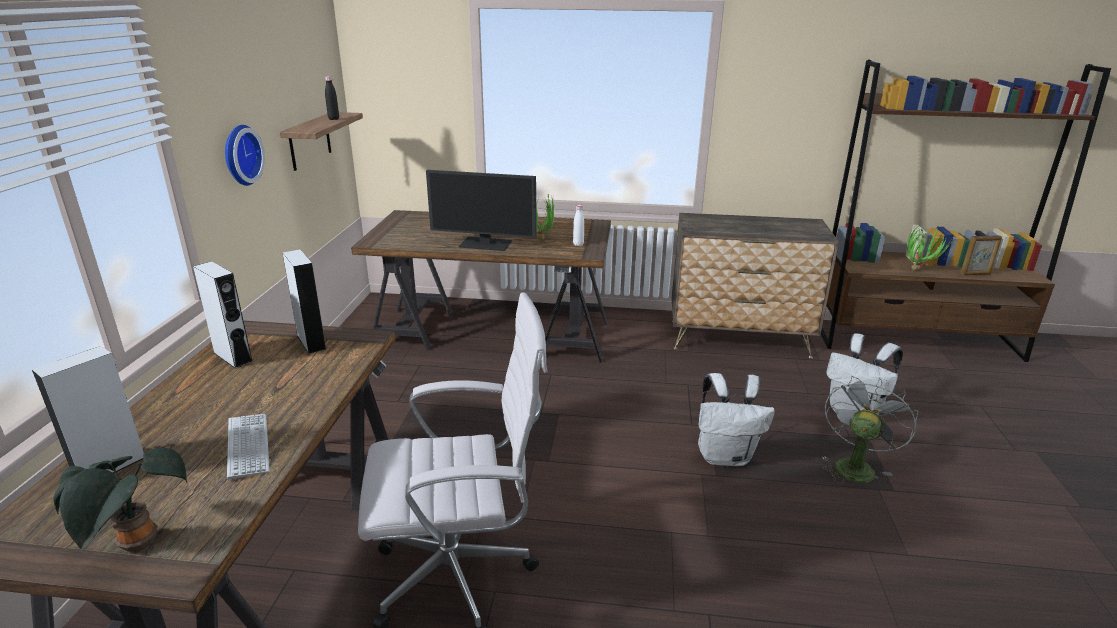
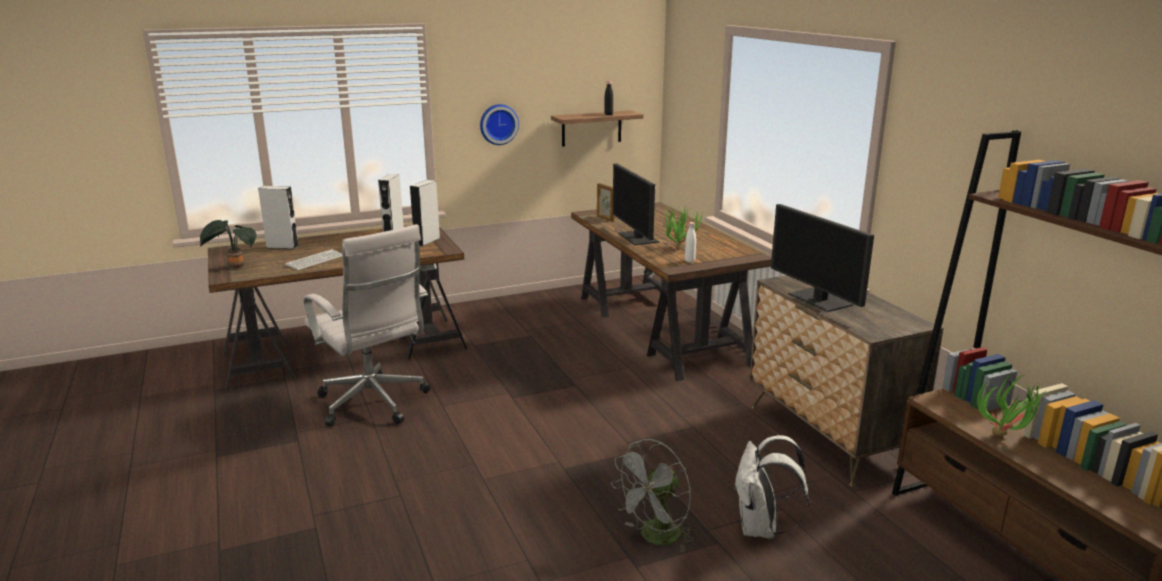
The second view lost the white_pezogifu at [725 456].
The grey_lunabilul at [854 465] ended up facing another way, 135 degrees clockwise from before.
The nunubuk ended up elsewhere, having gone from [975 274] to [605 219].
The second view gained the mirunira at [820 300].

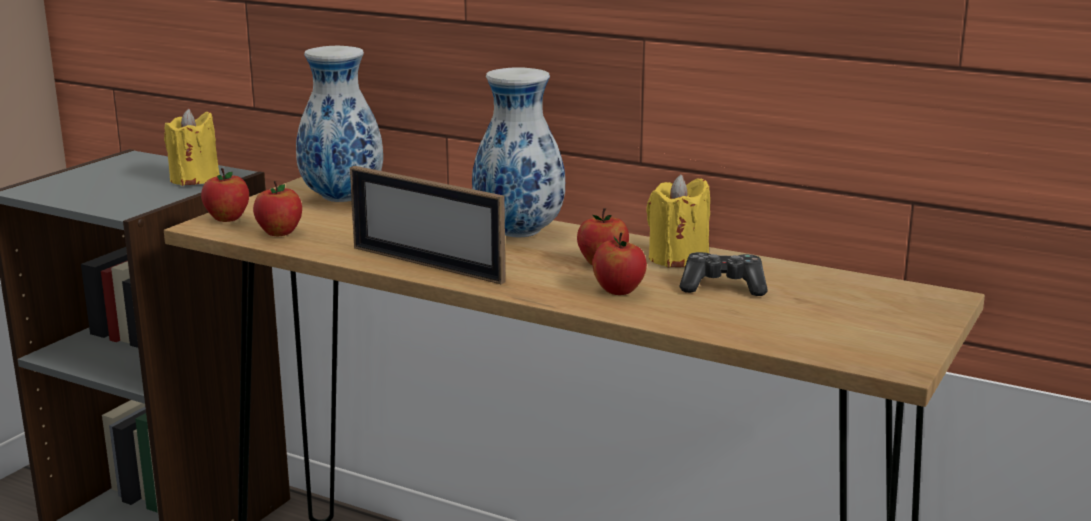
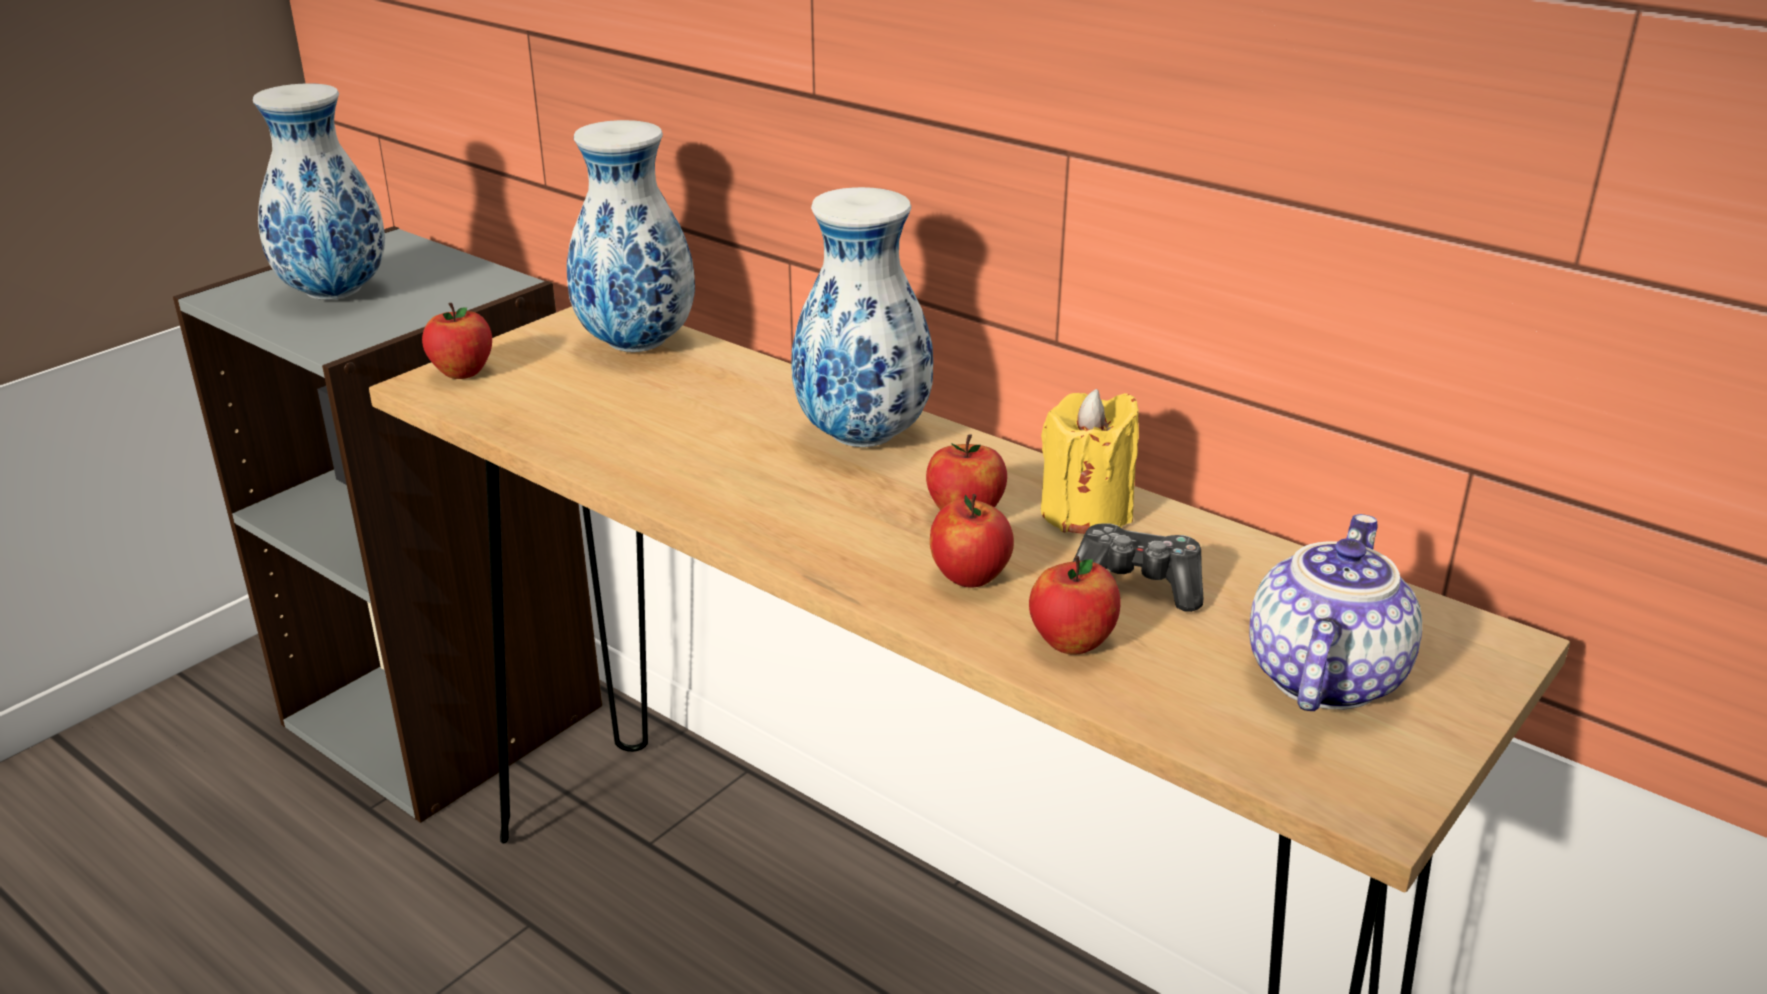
The second view lost the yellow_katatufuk at [195 179].
The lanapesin ended up elsewhere, having gone from [279 233] to [1071 643].
The second view lost the nunubuk at [427 264].
The second view gained the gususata at [333 295].
The second view gained the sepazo at [1320 676].

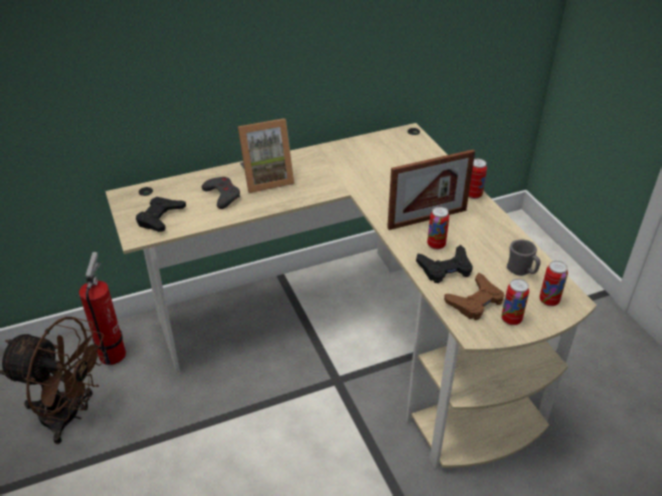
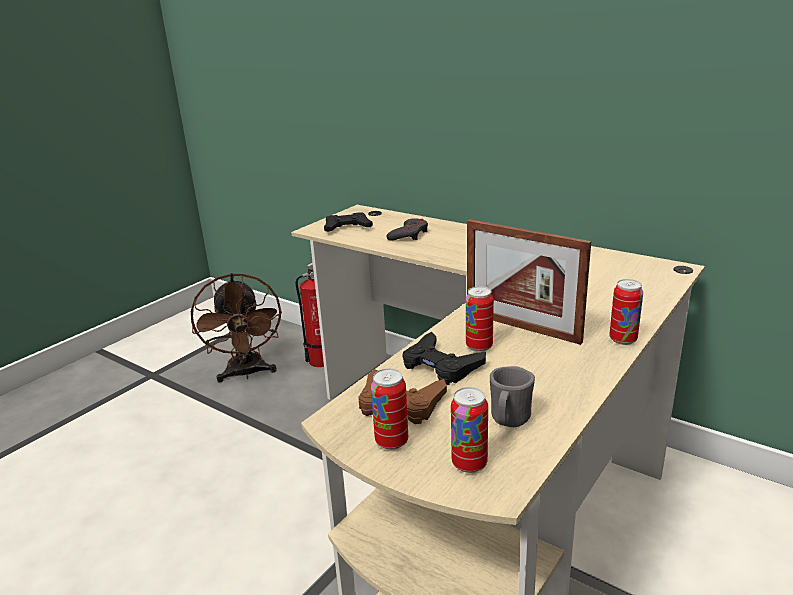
The second view lost the nunubuk at [266 179].

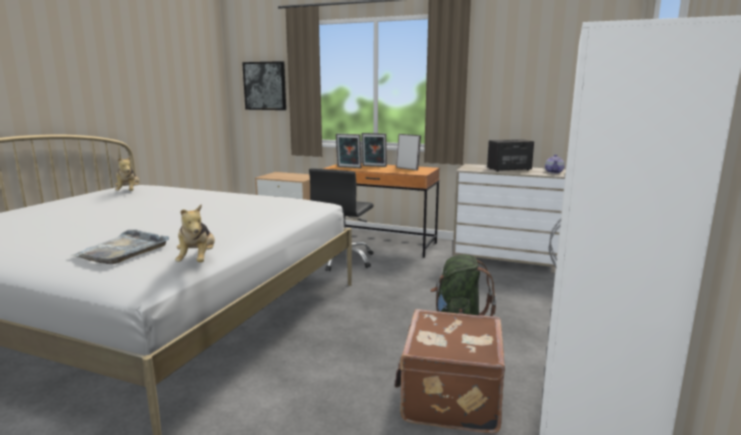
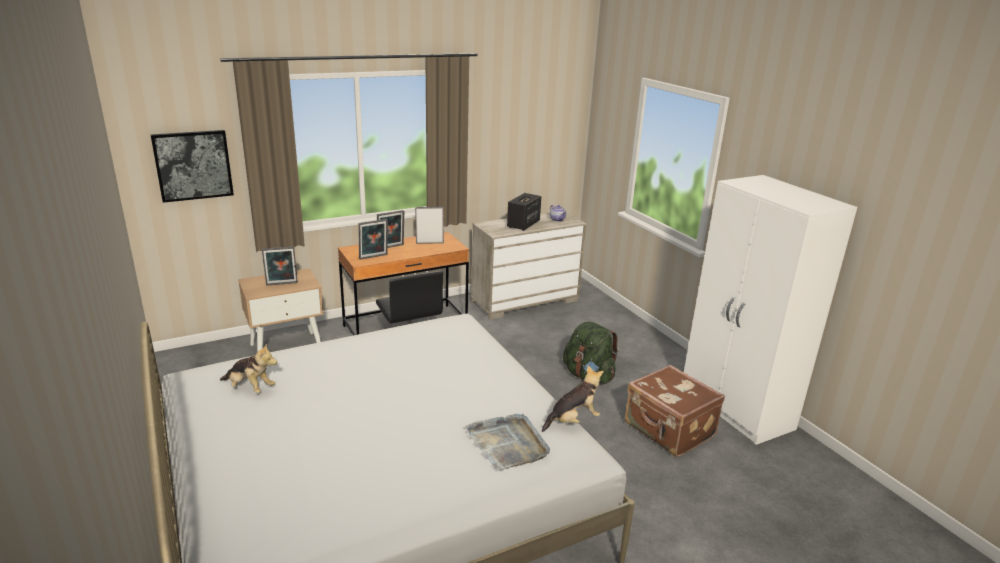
The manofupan at [198 261] ended up facing another way, 60 degrees counterclockwise from before.
The second view gained the nunubuk at [282 284].

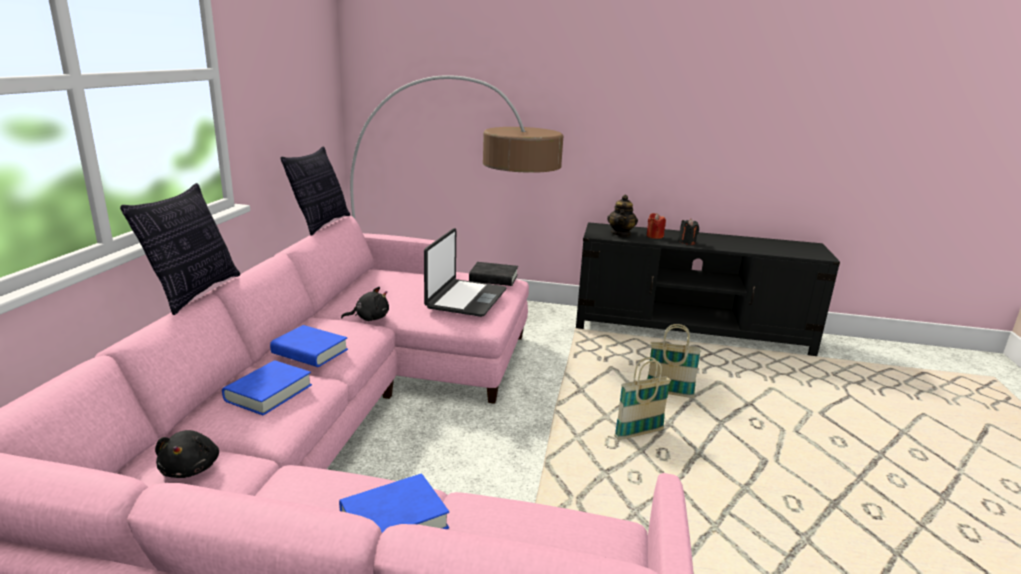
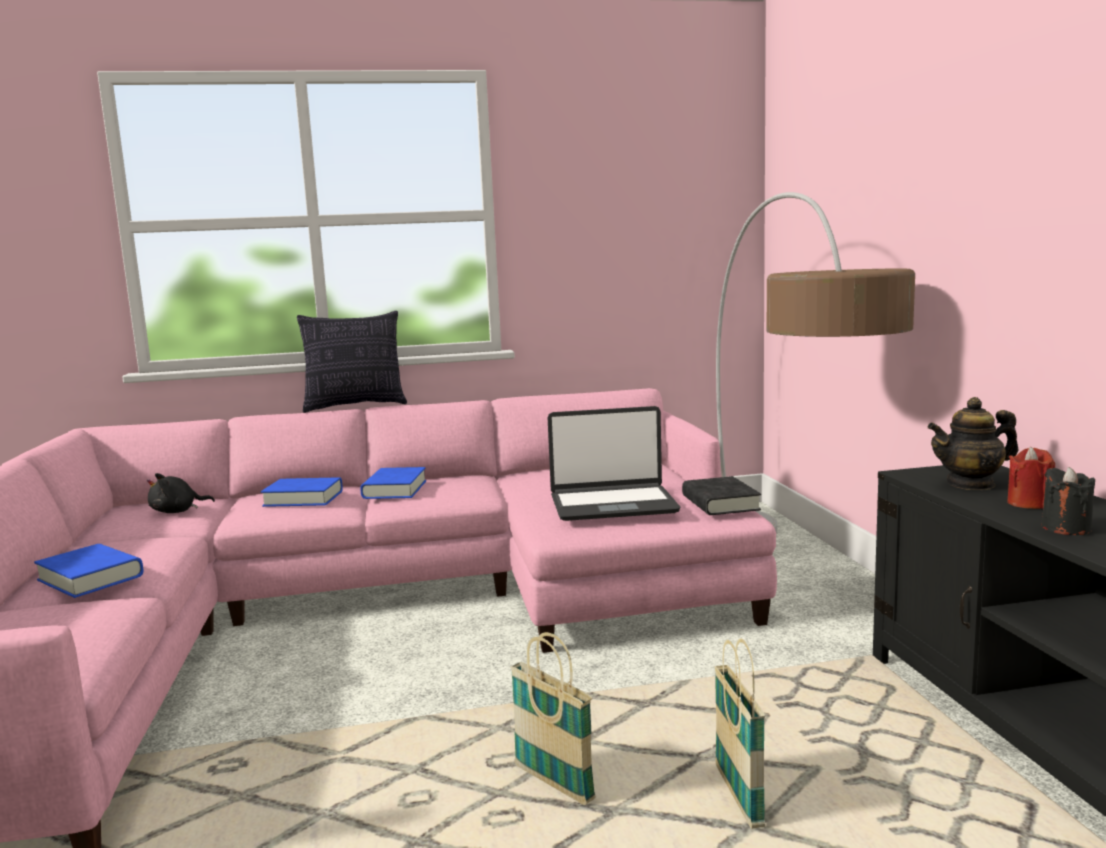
The second view lost the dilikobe at [321 224].
The second view lost the black_manofupan at [369 318].

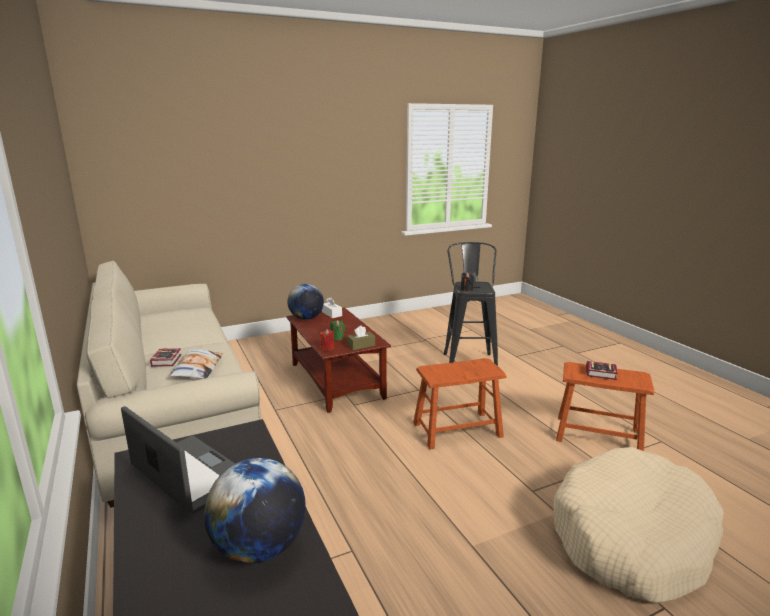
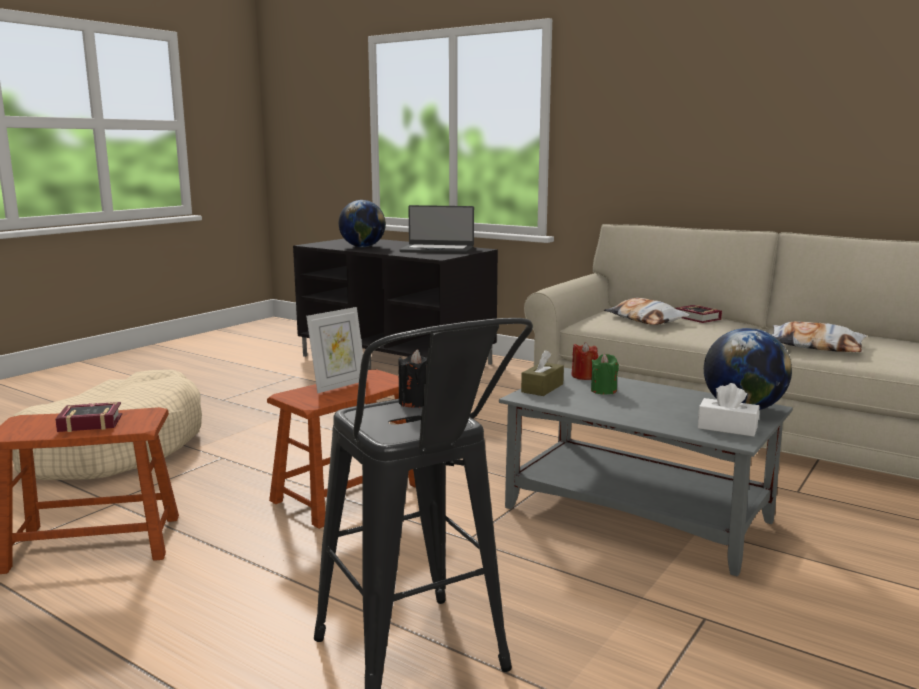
What was the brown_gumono at [335 380] turned into the grey_gumono at [639 514].
The second view gained the nunubuk at [338 385].
The second view gained the dilikobe at [815 346].

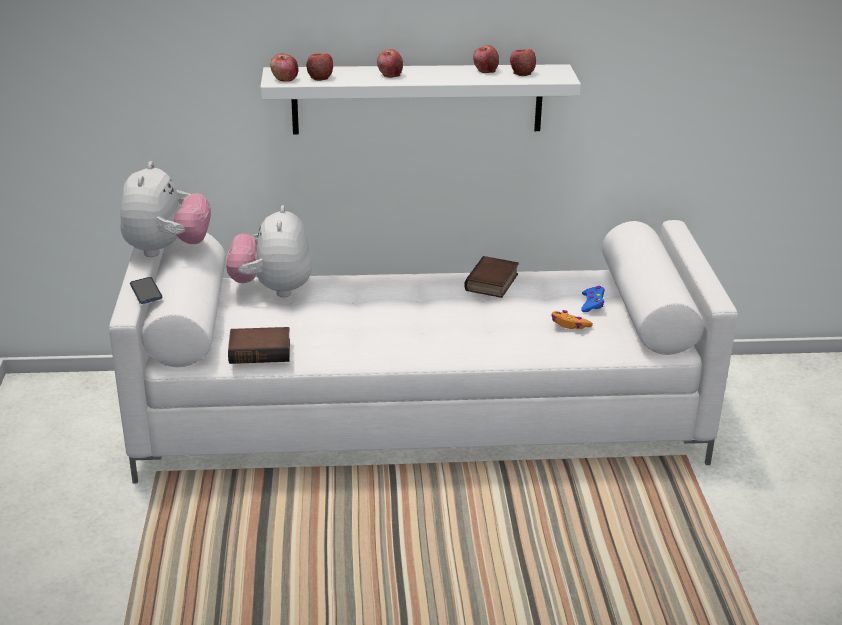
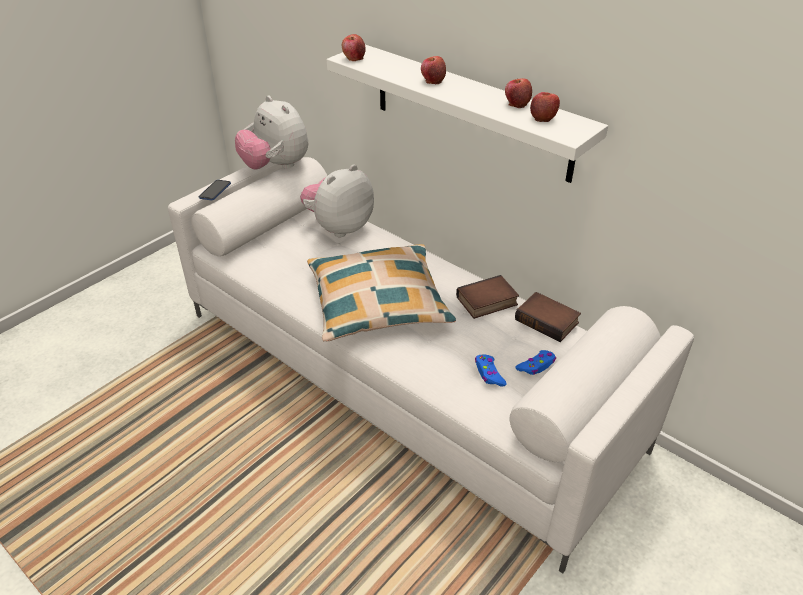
The manofupan at [166 250] ended up facing another way, 90 degrees clockwise from before.
The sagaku ended up elsewhere, having gone from [261 350] to [548 320].
The second view lost the lanapesin at [320 77].
What was the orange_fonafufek at [570 325] turned into the blue_fonafufek at [489 374].
The second view gained the dilikobe at [378 302].

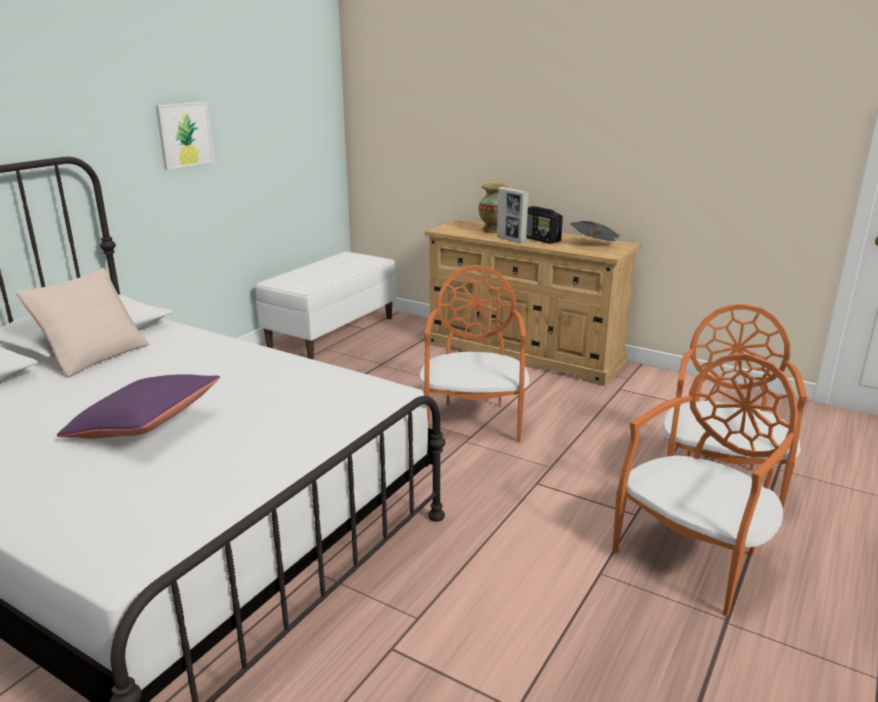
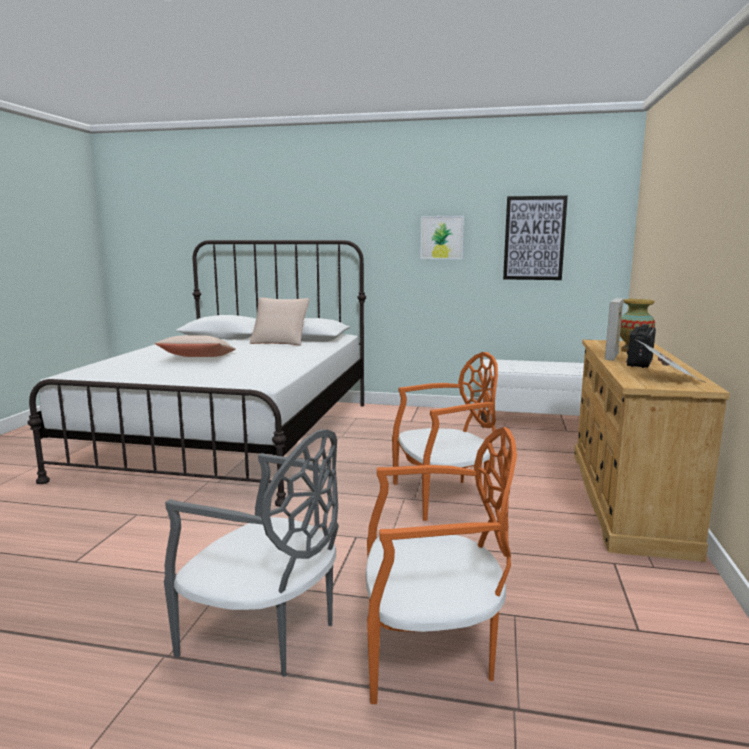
What was the purple_dilikobe at [145 426] turned into the beige_dilikobe at [198 359].
What was the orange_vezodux at [695 558] turned into the grey_vezodux at [265 633].
The second view gained the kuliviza at [534 238].

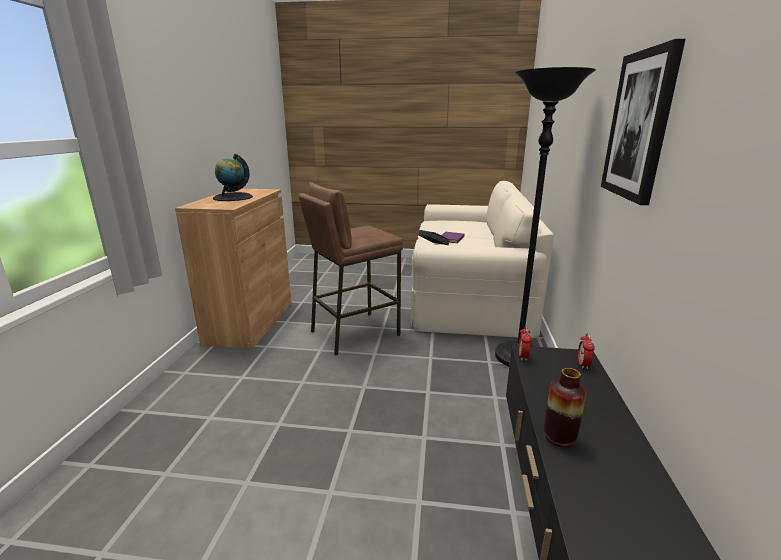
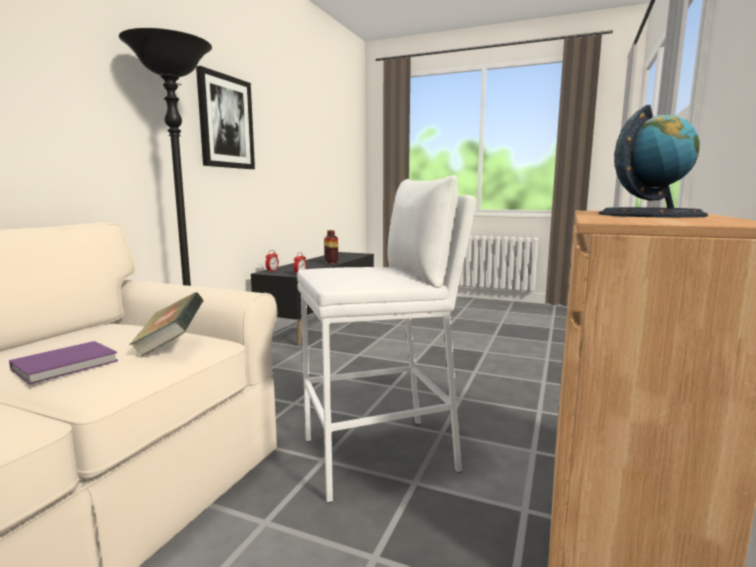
What was the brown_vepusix at [354 333] turned into the white_vepusix at [380 455].

